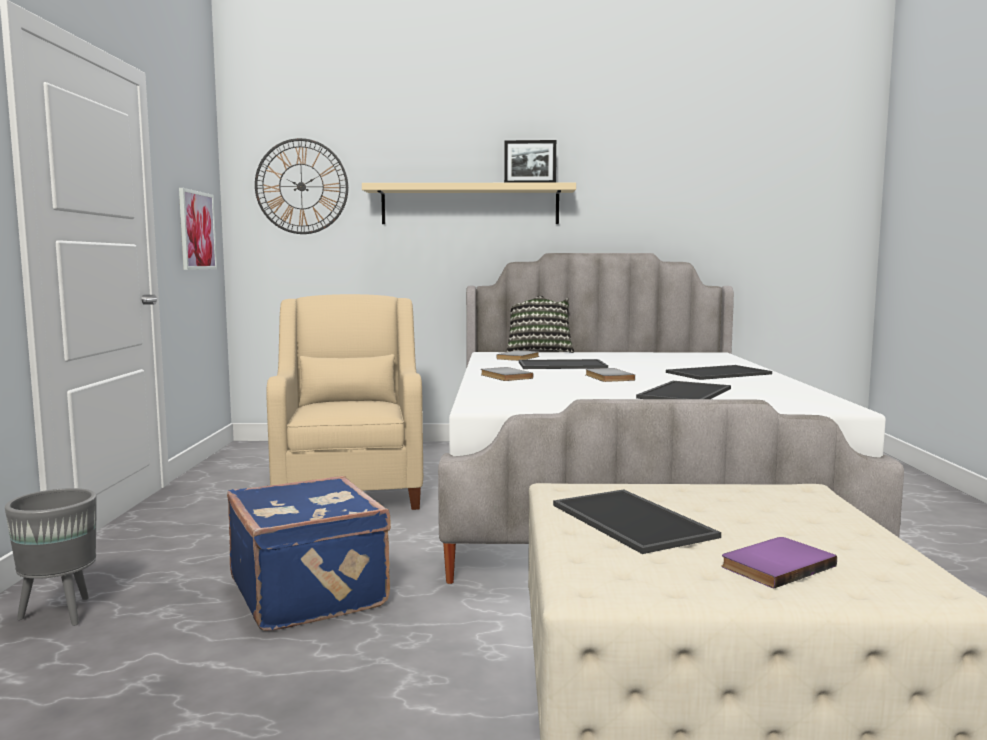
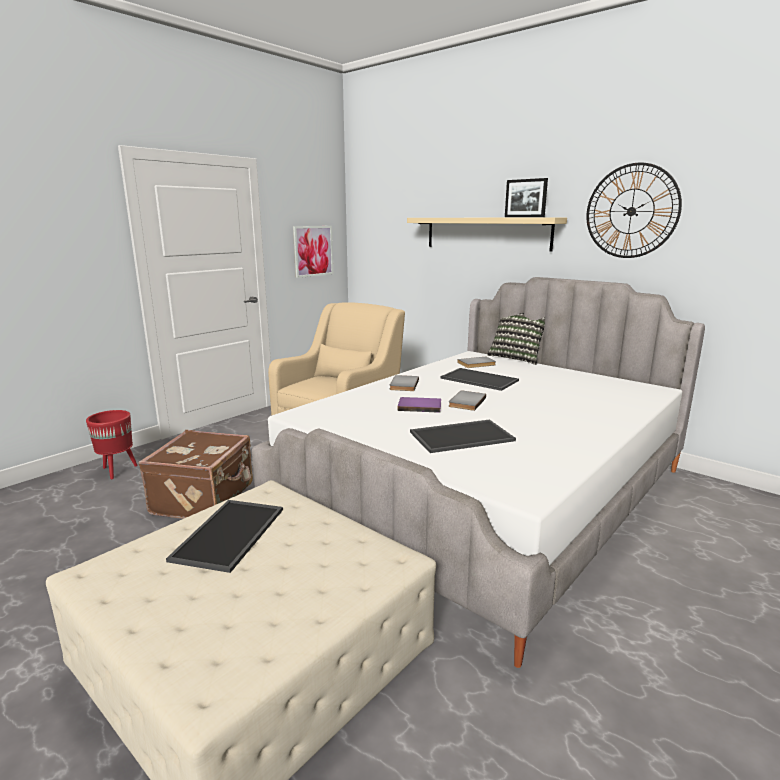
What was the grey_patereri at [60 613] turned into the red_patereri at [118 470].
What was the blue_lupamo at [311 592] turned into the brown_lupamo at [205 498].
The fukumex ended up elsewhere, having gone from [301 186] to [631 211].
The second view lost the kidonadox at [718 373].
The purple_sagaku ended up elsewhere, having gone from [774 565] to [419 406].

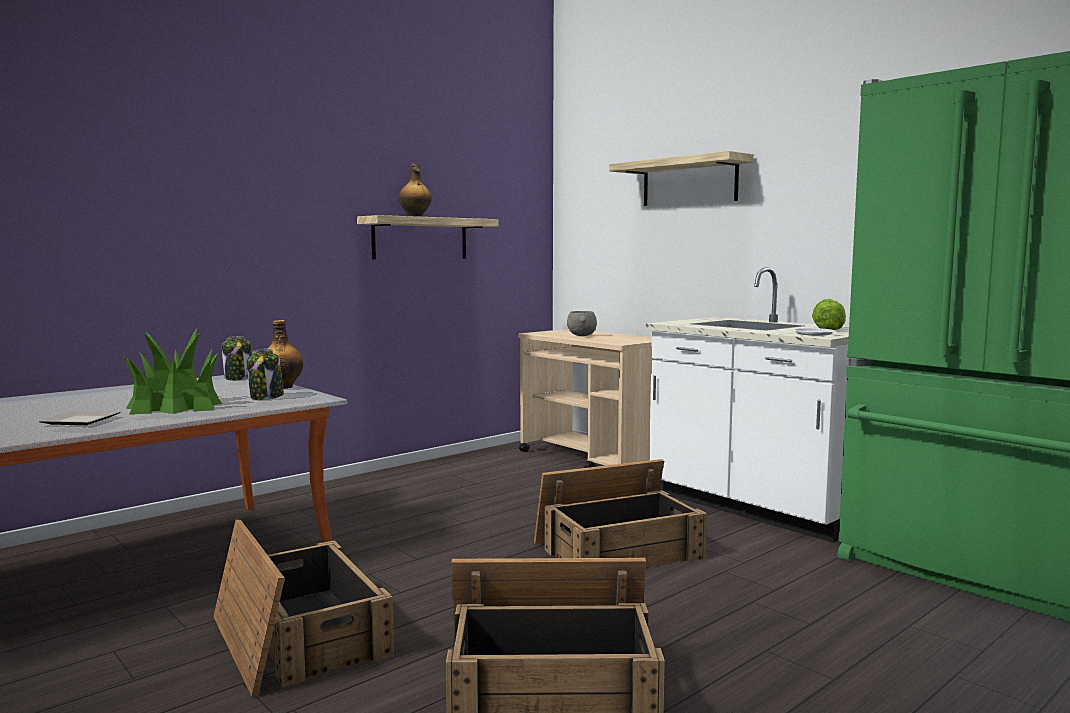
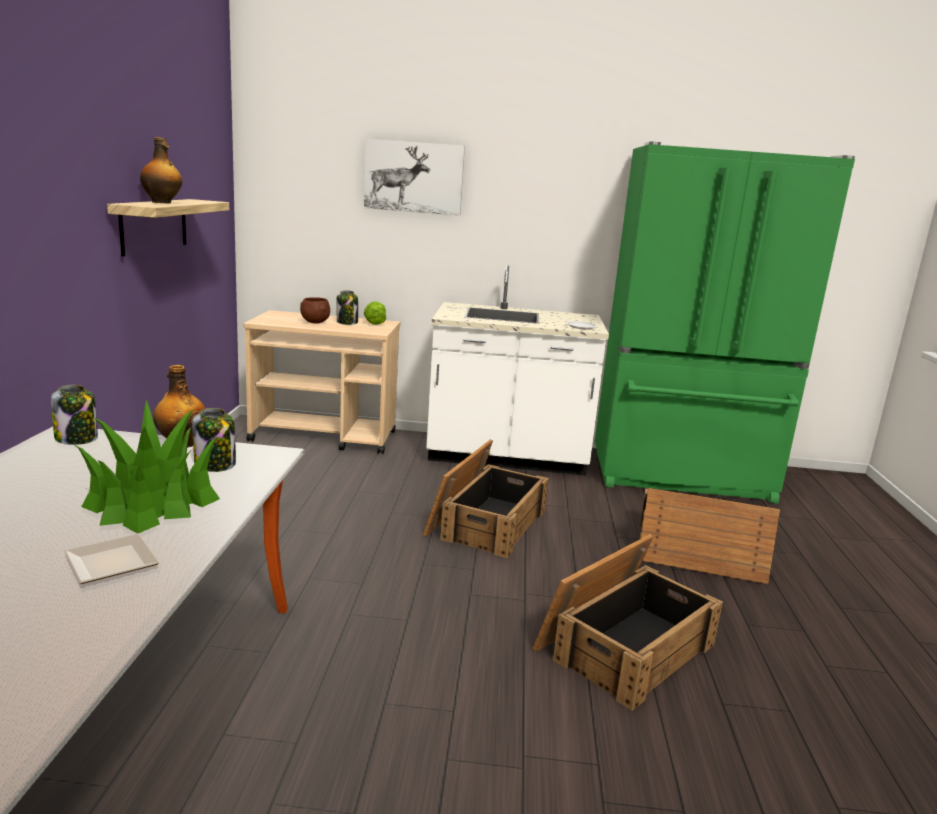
The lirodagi ended up elsewhere, having gone from [296 636] to [697 551].
What was the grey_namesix at [581 336] turned into the brown_namesix at [315 323].
Where the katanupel hung at [689 182], the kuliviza came to hang at [414 177].
The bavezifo ended up elsewhere, having gone from [829 330] to [374 322].
The second view gained the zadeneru at [347 322].

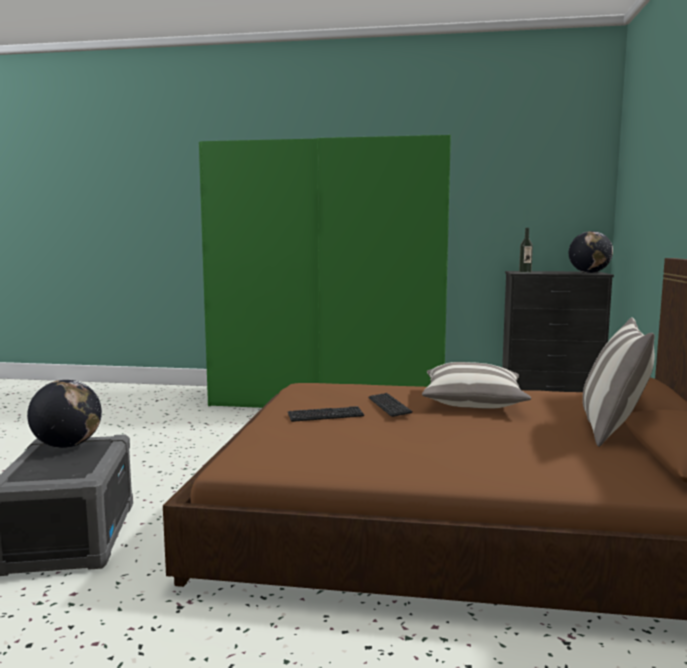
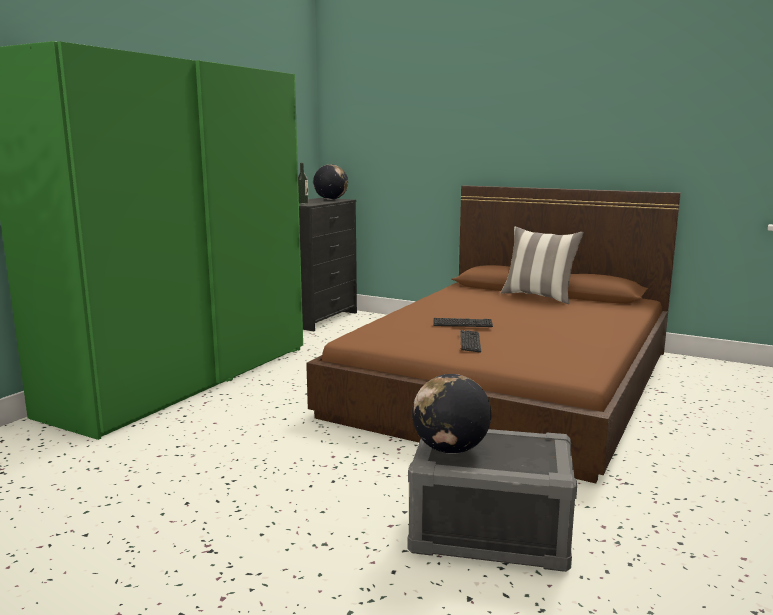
The second view lost the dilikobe at [473 402].

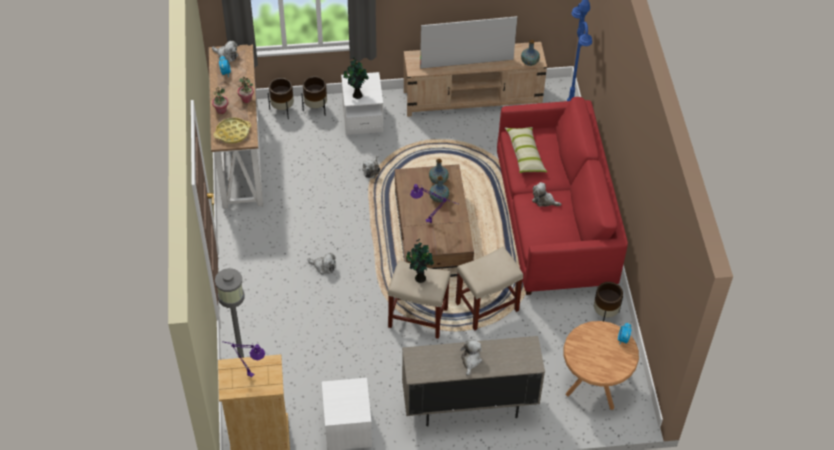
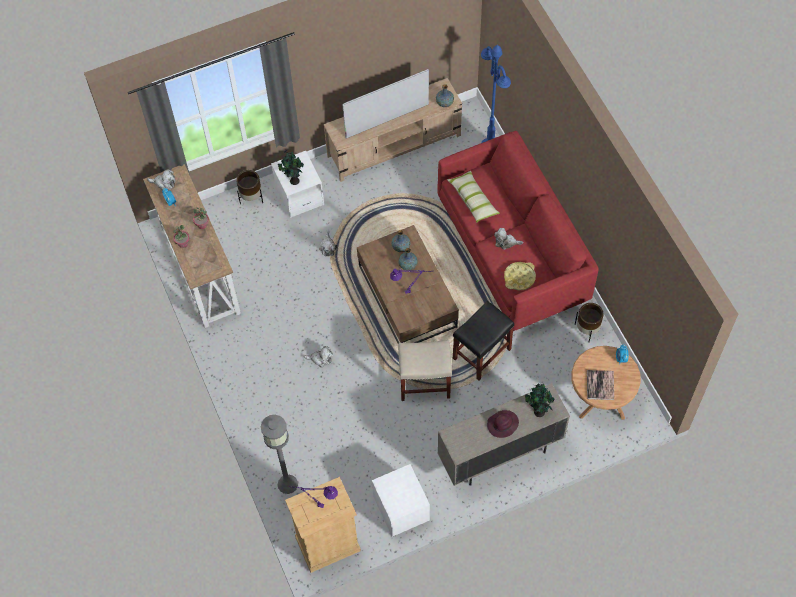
The yellow_kidonadox ended up elsewhere, having gone from [232 133] to [519 278].
The second view lost the brown_patereri at [282 110].
The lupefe ended up elsewhere, having gone from [419 277] to [538 411].
What was the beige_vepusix at [486 307] turned into the black_vepusix at [481 354].
Where the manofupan stood at [470 360], the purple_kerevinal came to stand at [502 425].
The second view gained the sagaku at [600 385].

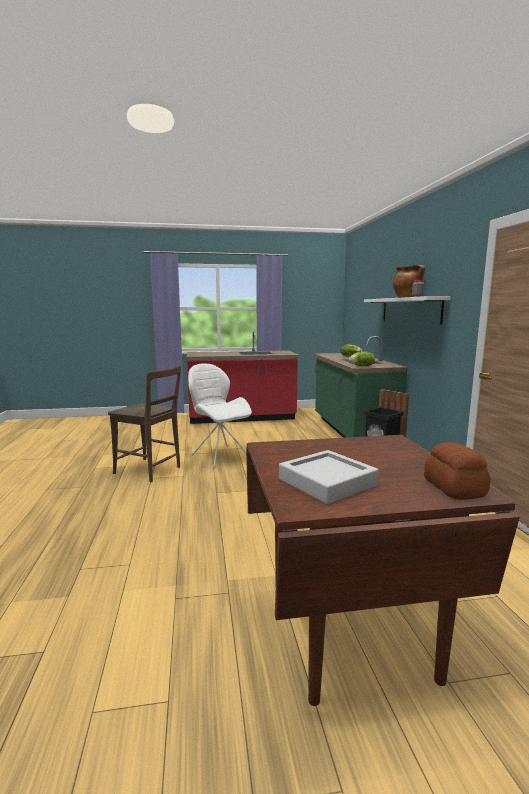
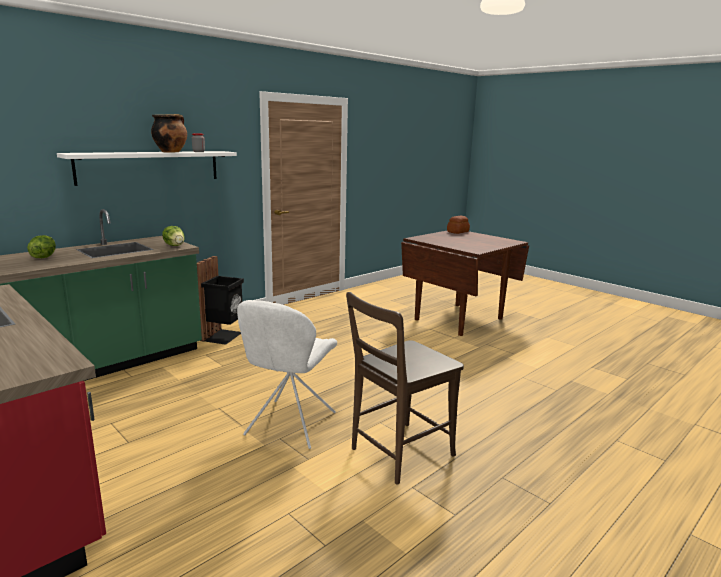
The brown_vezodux at [150 471] ended up facing another way, 120 degrees counterclockwise from before.
The second view lost the grey_kidonadox at [327 482].

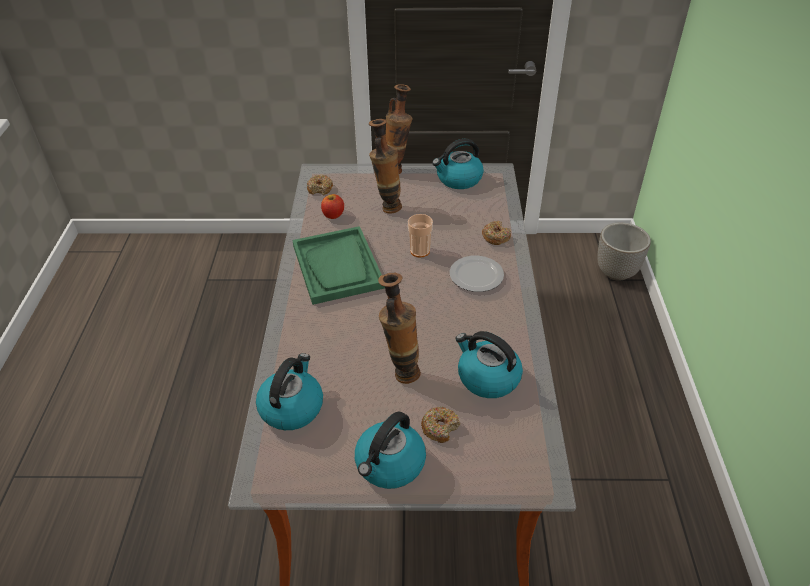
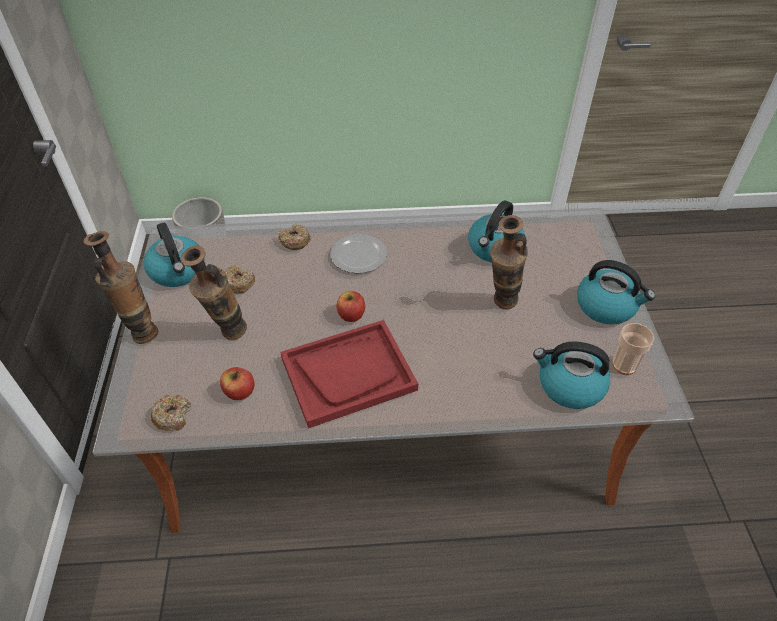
What was the green_kidonadox at [338 267] turned into the red_kidonadox at [348 374].
The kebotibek ended up elsewhere, having gone from [420 251] to [624 365].
The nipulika ended up elsewhere, having gone from [440 428] to [238 283].
The second view gained the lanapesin at [351 315].

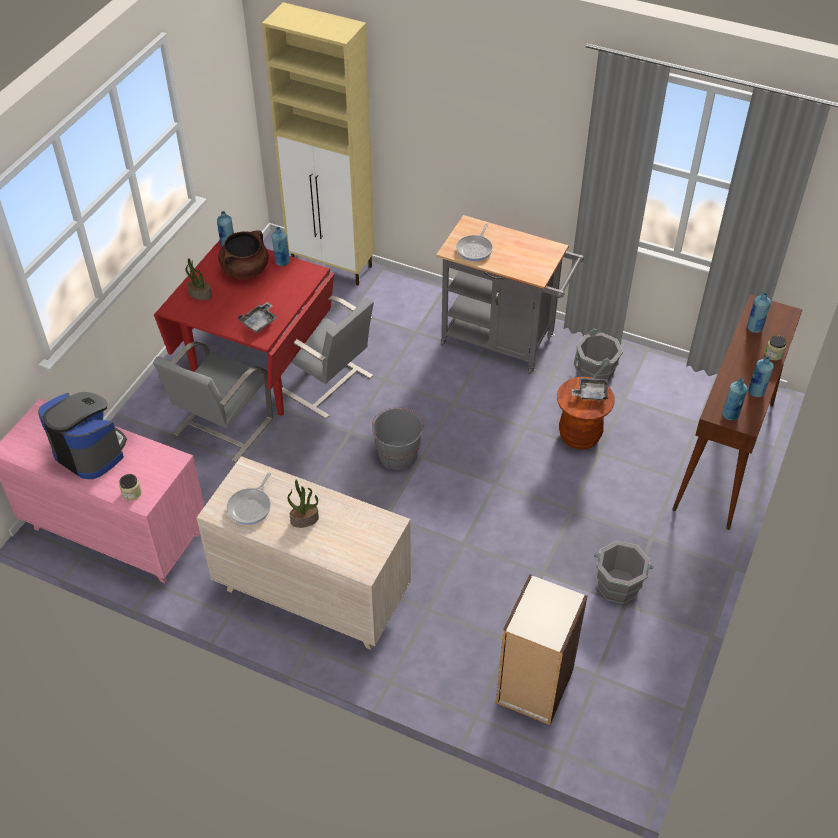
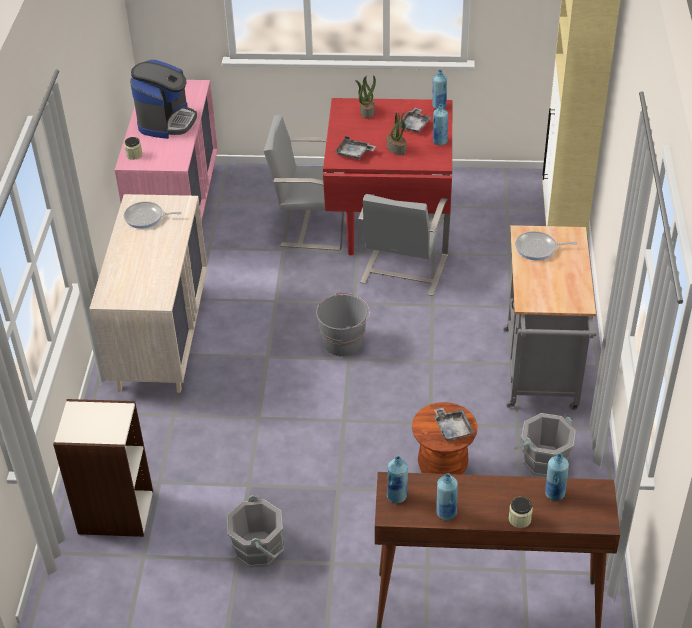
Where the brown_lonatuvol stood at [245 270], the grey_kidonadox came to stand at [414 125].
The lupefe ended up elsewhere, having gone from [305 519] to [397 149].

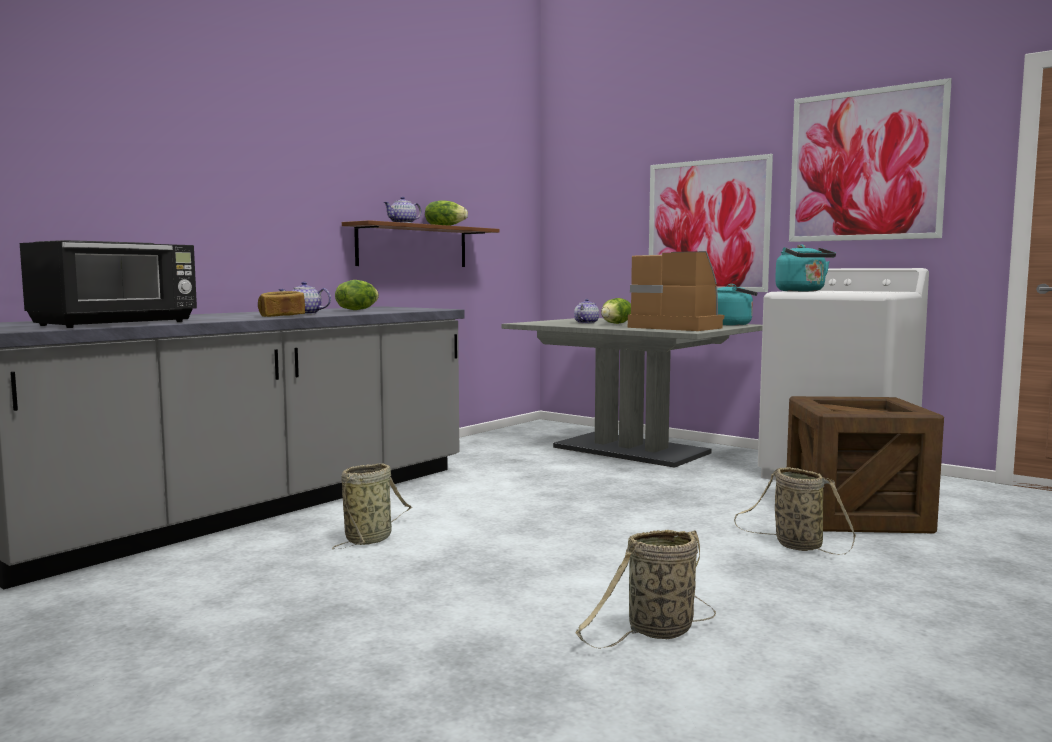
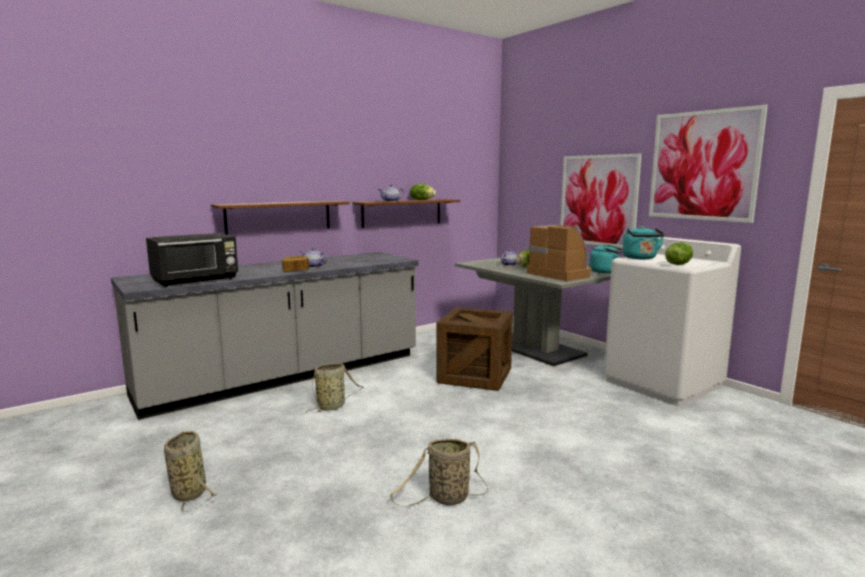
The bavezifo ended up elsewhere, having gone from [357 310] to [678 264].
The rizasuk ended up elsewhere, having gone from [794 545] to [189 491].
The lirodagi ended up elsewhere, having gone from [855 515] to [475 376].
The second view gained the brown_katanupel at [279 216].

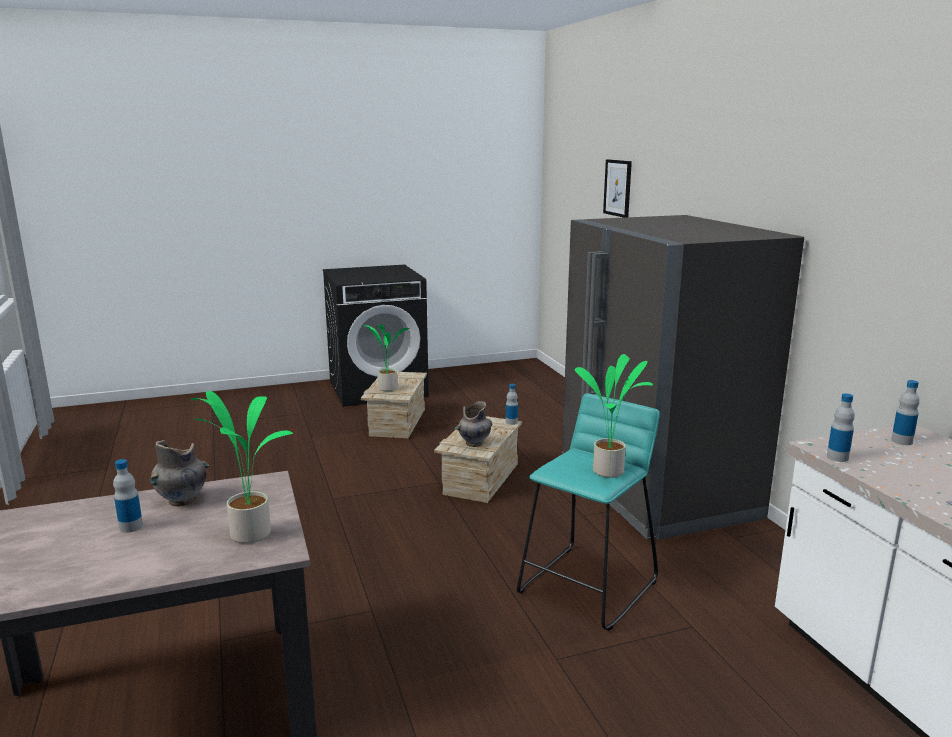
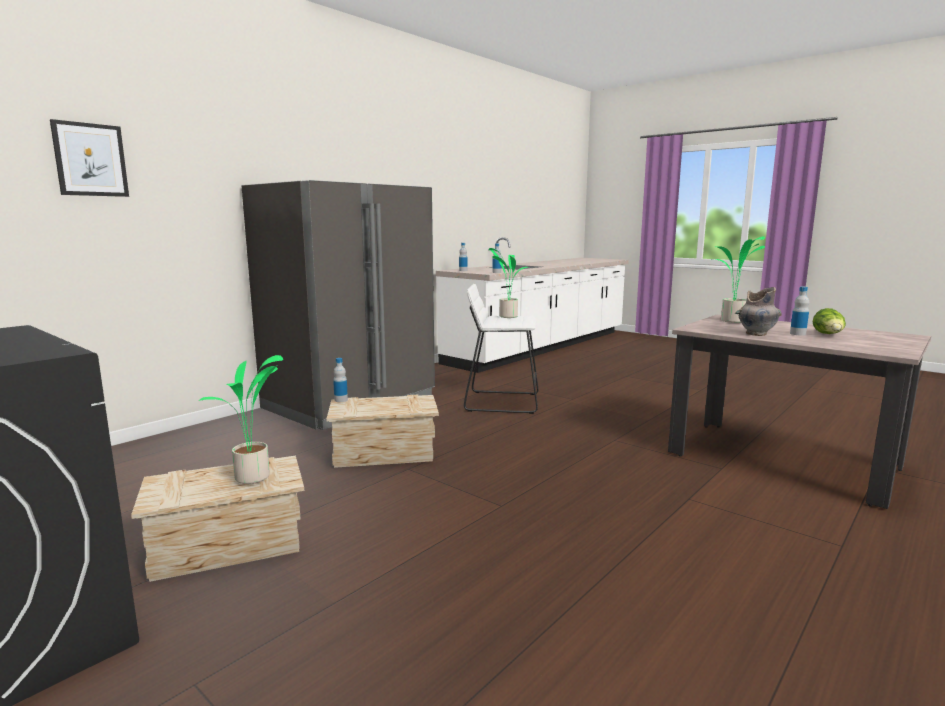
The second view lost the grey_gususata at [474 443].
What was the turquoise_vepusix at [588 587] turned into the white_vepusix at [502 402].
The second view gained the bavezifo at [829 335].

